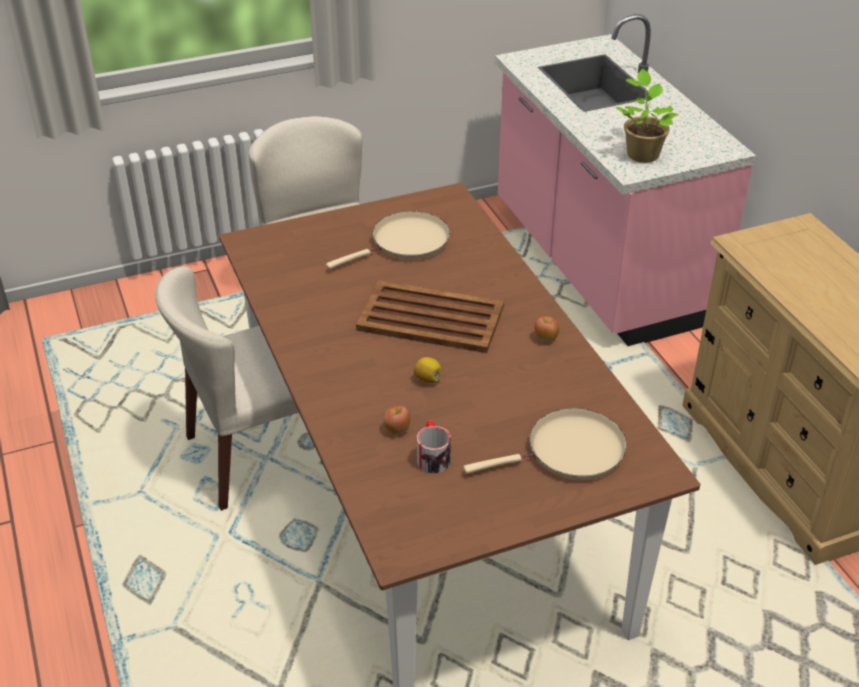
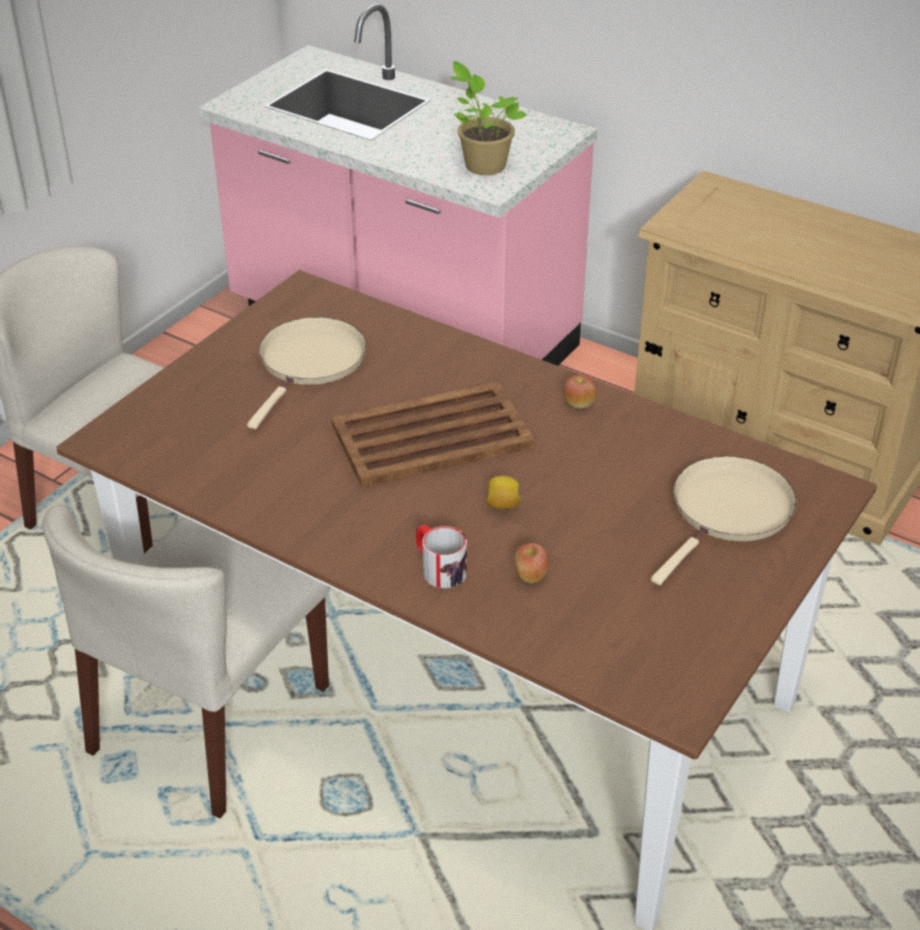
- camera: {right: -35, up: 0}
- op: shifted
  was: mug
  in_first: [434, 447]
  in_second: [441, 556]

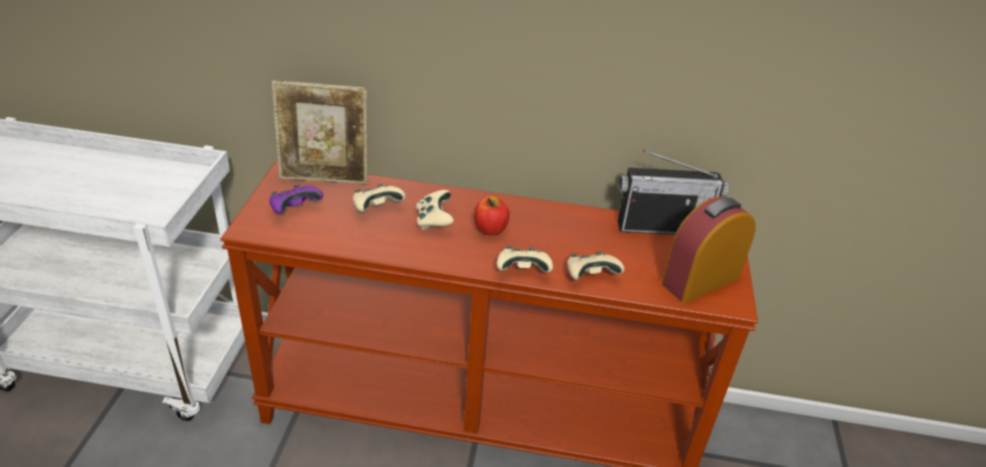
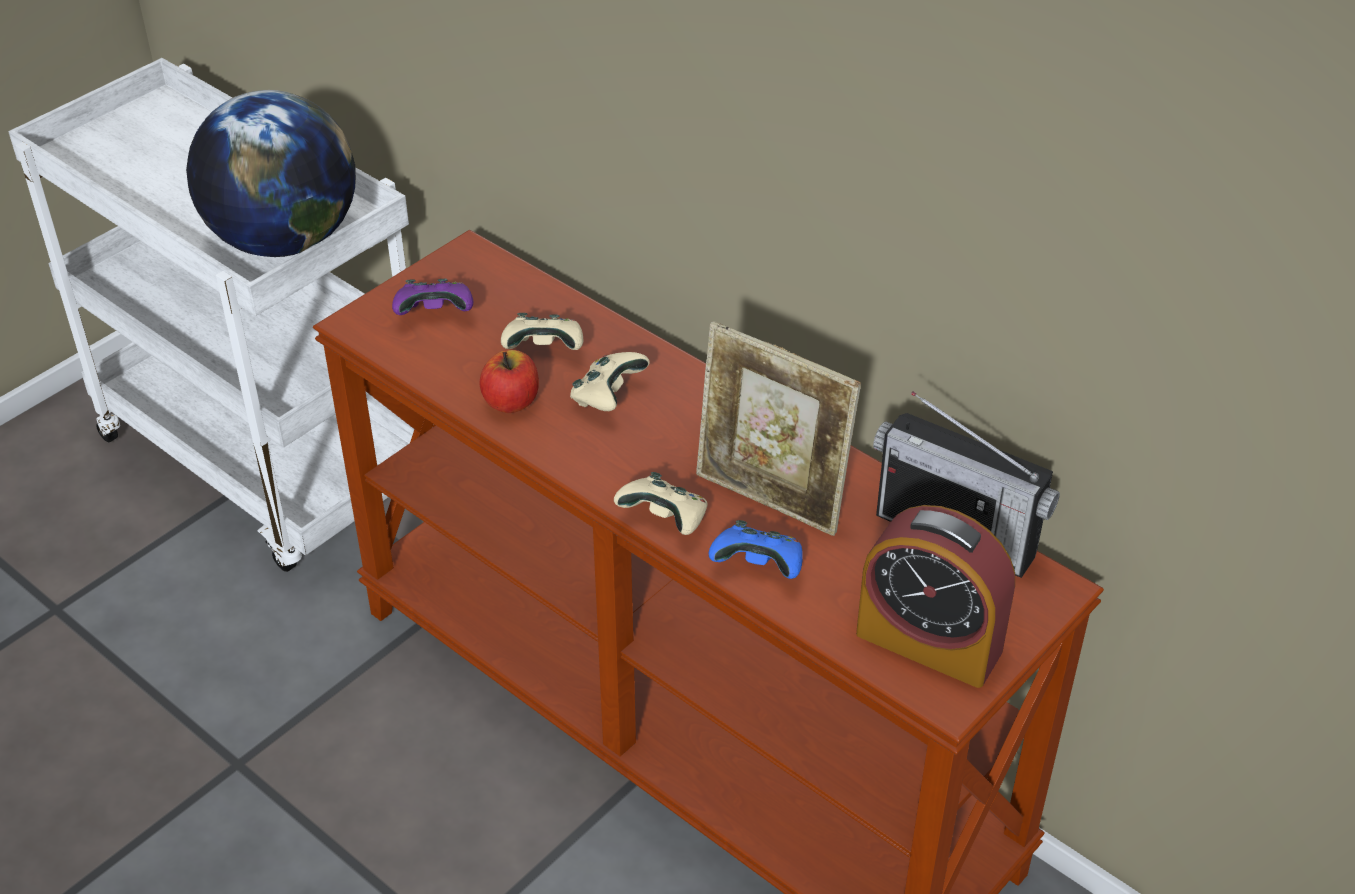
- camera: {right: 35, up: 5}
- op: new
  now: globe
  in_second: [271, 173]
- op: shifted
  was: apple
  in_first: [492, 215]
  in_second: [509, 381]
- op: shifted
  was: picture frame
  in_first: [320, 132]
  in_second: [778, 428]
- op: repainted
  was: game controller (beige)
  now: game controller (blue)
  in_first: [596, 266]
  in_second: [755, 549]
- op: rotated
  was: alarm clock
  in_first: [709, 249]
  in_second: [935, 596]
  clockwise: -150

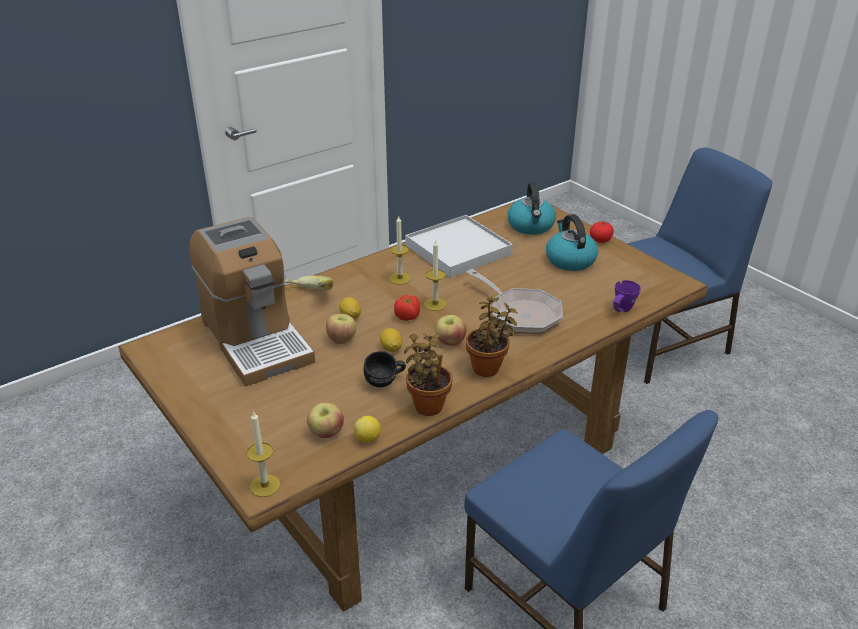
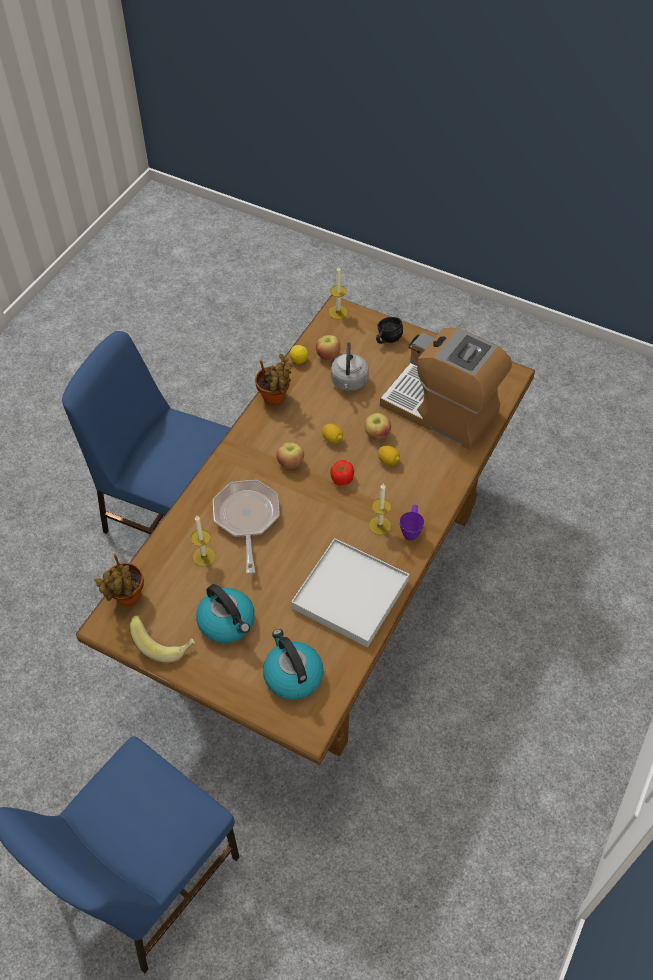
- camera: {right: 155, up: 20}
- op: shifted
  was: potted plant
  in_first: [492, 336]
  in_second: [119, 580]
- op: shifted
  was: banana
  in_first: [309, 283]
  in_second: [162, 639]
- op: shifted
  was: candle
  in_first: [435, 275]
  in_second: [203, 540]
- op: rotated
  was: frying pan
  in_first: [514, 301]
  in_second: [246, 527]
  clockwise: 60
- op: new
  now: kettle (grey)
  in_second: [350, 366]
- op: shifted
  was: mug (black)
  in_first: [384, 369]
  in_second: [389, 330]
- op: shifted
  was: mug (purple)
  in_first: [627, 296]
  in_second: [412, 523]
- op: gone
  was: tomato
  in_first: [602, 232]

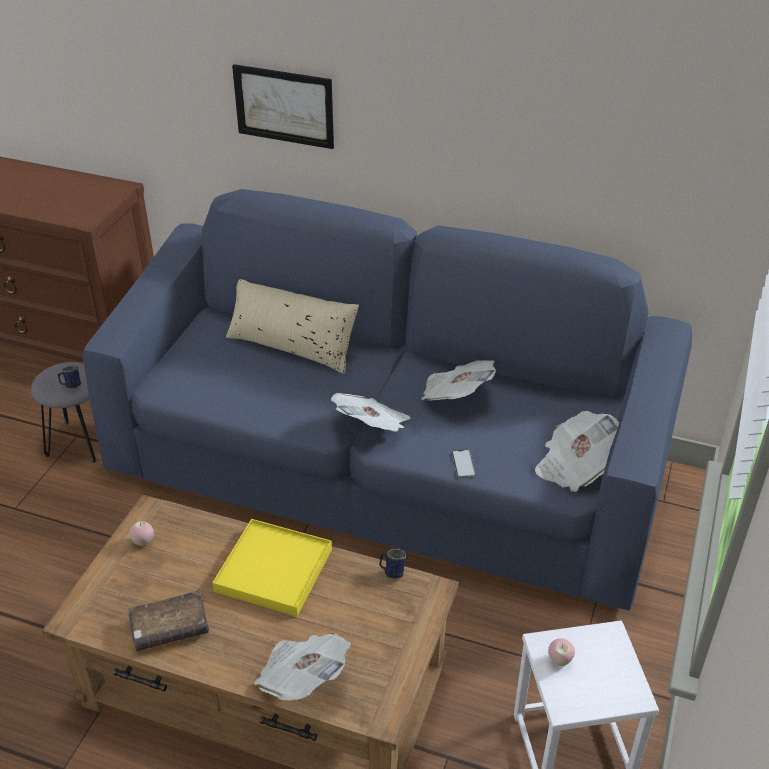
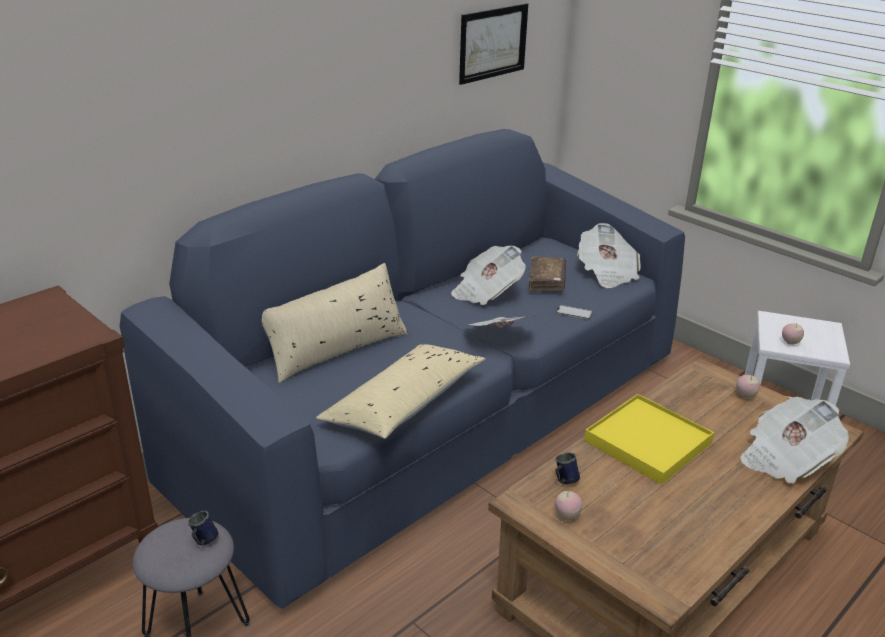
- camera: {right: -65, up: -10}
- op: new
  now: pillow (beige)
  in_second: [401, 391]
- op: shifted
  was: picture
  in_first: [283, 106]
  in_second: [493, 44]
- op: shifted
  was: book (brown)
  in_first: [168, 620]
  in_second: [547, 274]
- op: shifted
  was: mug (blue)
  in_first: [392, 564]
  in_second: [567, 468]
- op: new
  now: apple
  in_second: [748, 386]

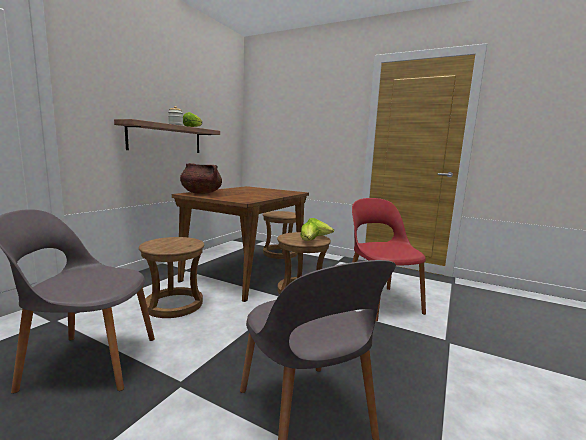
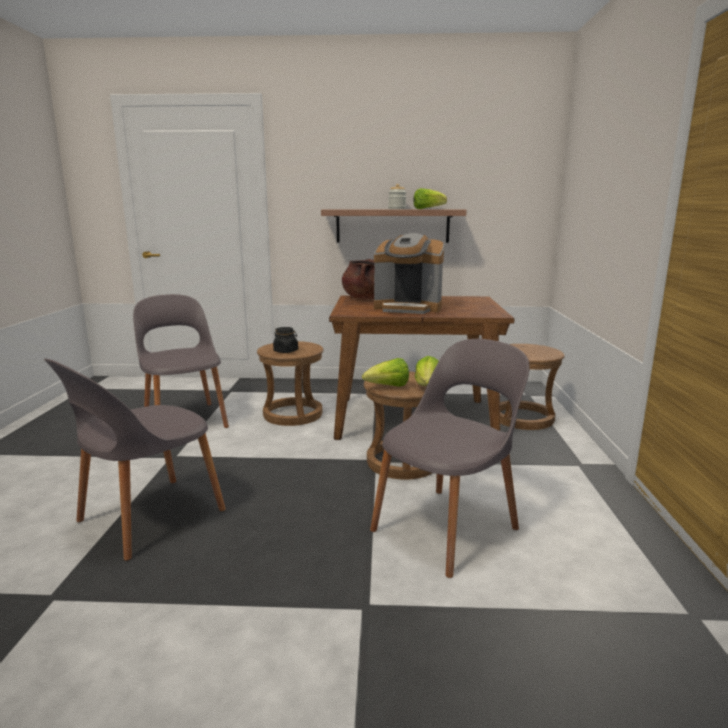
- camera: {right: 65, up: 5}
- op: new
  now: jar (black)
  in_second: [285, 340]
- op: repainted
  was: chair (red)
  now: chair (grey)
  in_first: [389, 259]
  in_second: [450, 458]
- op: new
  now: coffee machine
  in_second: [409, 273]

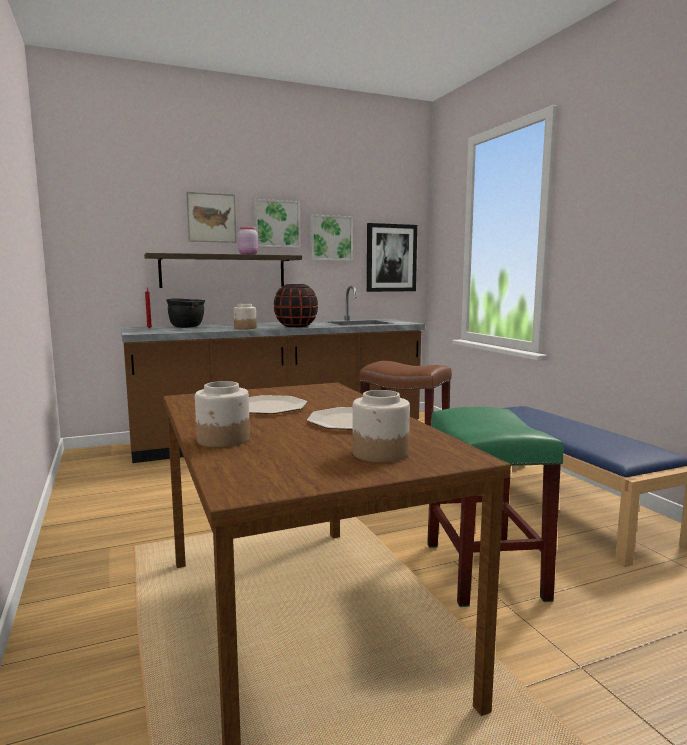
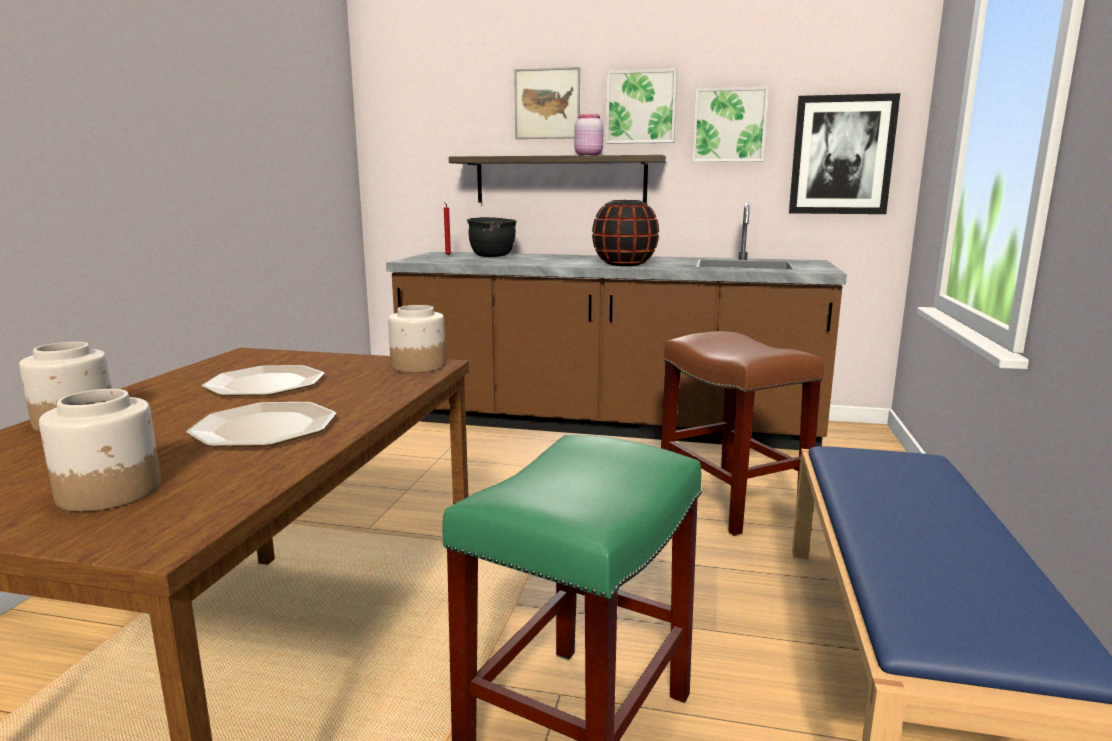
- camera: {right: 35, up: 5}
- op: shifted
  was: jar
  in_first: [245, 316]
  in_second: [417, 339]

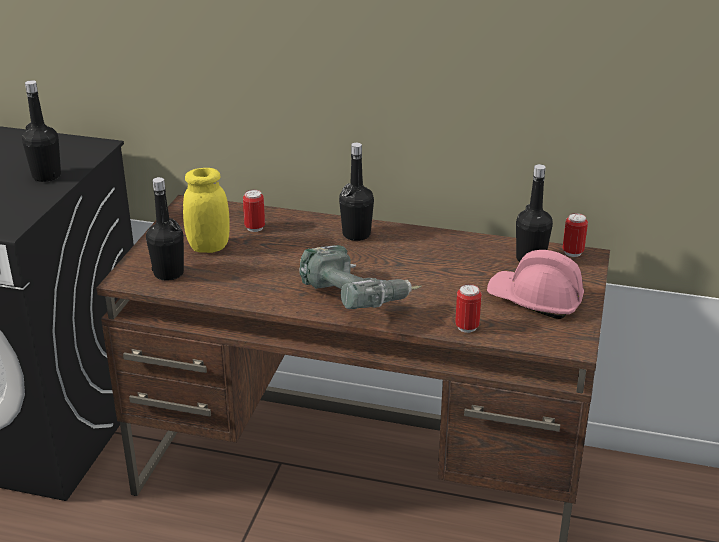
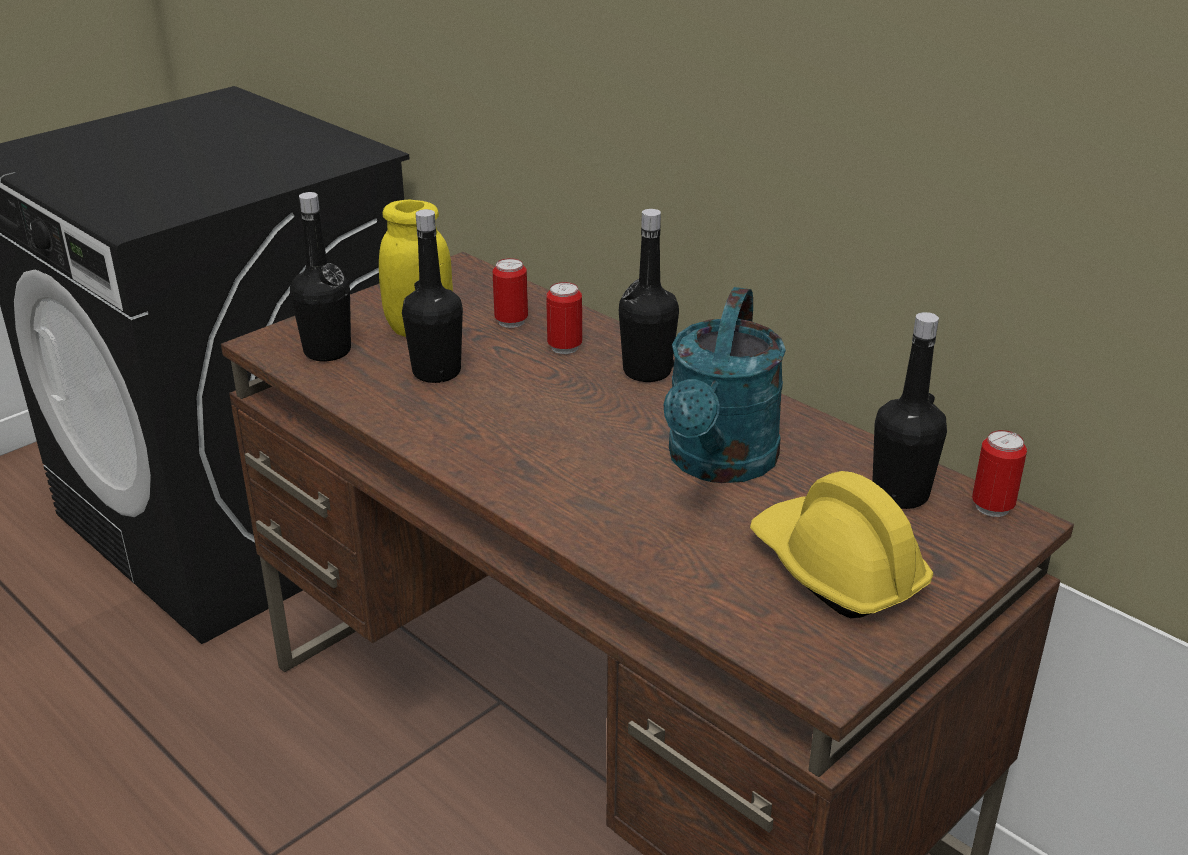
- camera: {right: 30, up: 0}
- op: shifted
  was: bottle (black)
  in_first: [41, 131]
  in_second: [432, 296]
- op: shifted
  was: can
  in_first: [468, 308]
  in_second: [564, 318]
- op: new
  now: watering can (turquoise)
  in_second: [724, 385]
- op: repainted
  was: hard hat (pink)
  now: hard hat (yellow)
  in_first: [535, 284]
  in_second: [841, 544]
- op: gone
  was: power drill
  in_first: [360, 277]

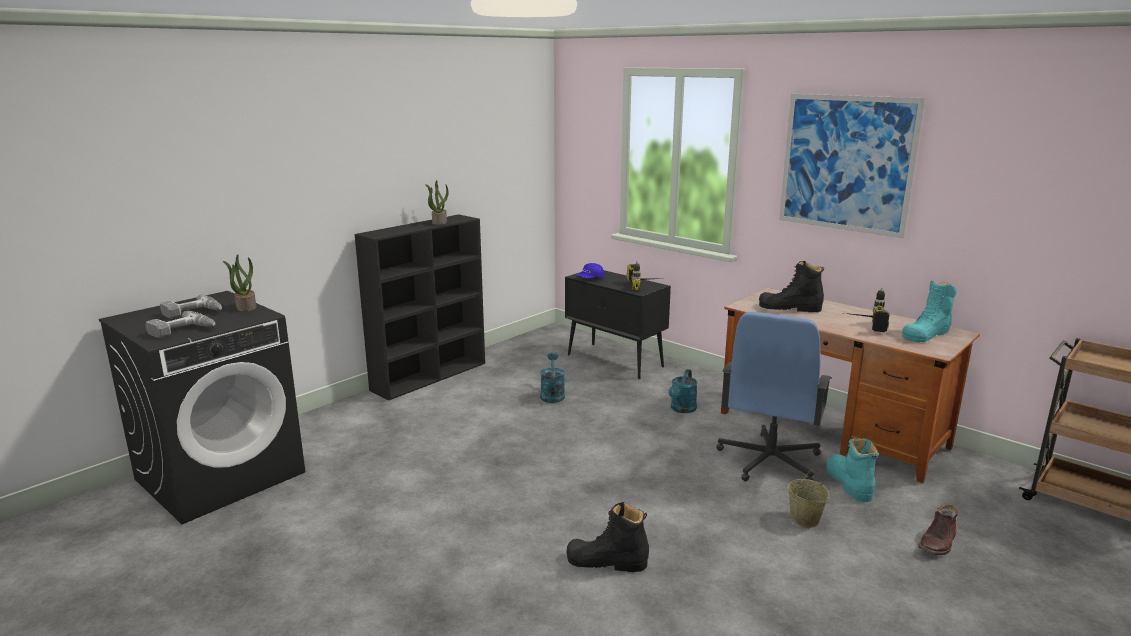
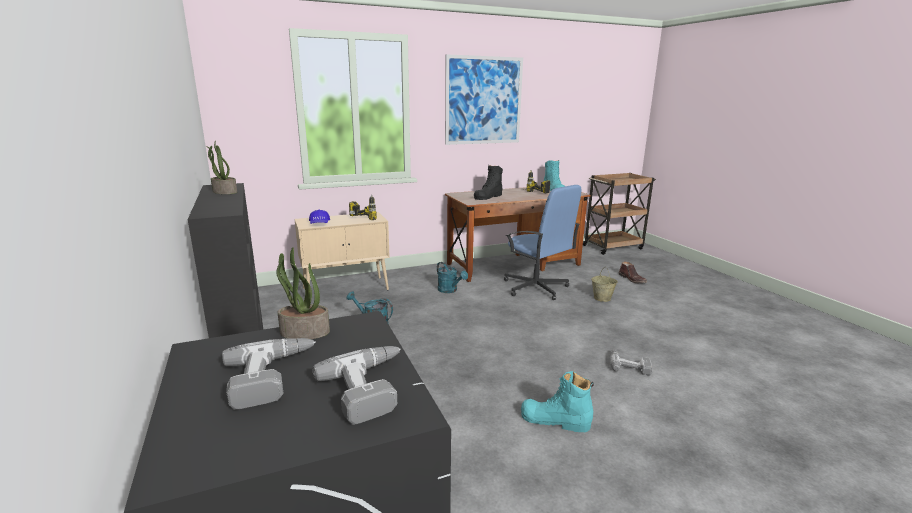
- camera: {right: -65, up: 0}
- op: repainted
  was: cabinet (black)
  now: cabinet (beige)
  in_first: [618, 324]
  in_second: [342, 251]
- op: shifted
  was: boot (turquoise)
  in_first: [852, 470]
  in_second: [557, 401]
- op: swapped
  was: boot (black)
  now: power drill
  in_first: [607, 537]
  in_second: [631, 362]

